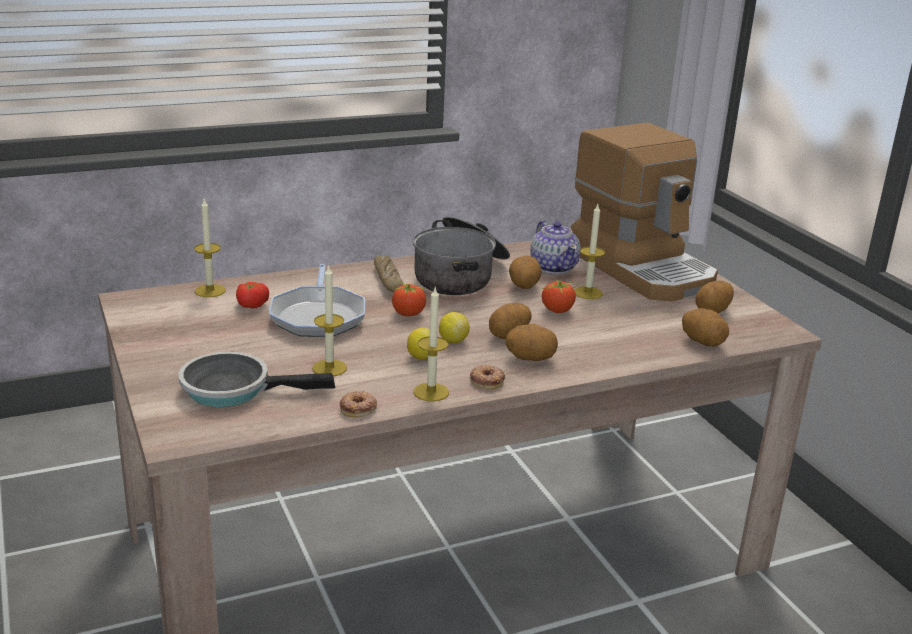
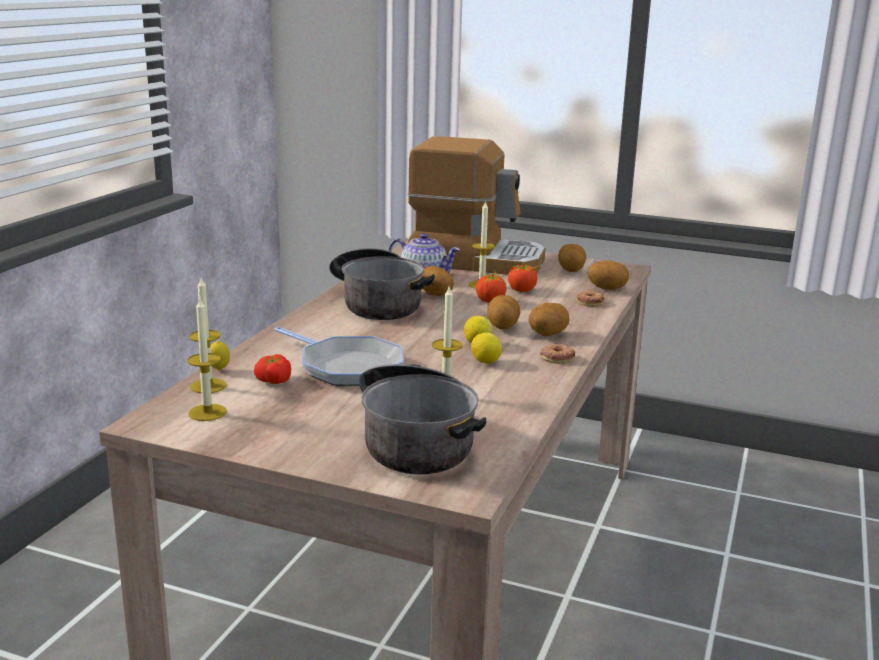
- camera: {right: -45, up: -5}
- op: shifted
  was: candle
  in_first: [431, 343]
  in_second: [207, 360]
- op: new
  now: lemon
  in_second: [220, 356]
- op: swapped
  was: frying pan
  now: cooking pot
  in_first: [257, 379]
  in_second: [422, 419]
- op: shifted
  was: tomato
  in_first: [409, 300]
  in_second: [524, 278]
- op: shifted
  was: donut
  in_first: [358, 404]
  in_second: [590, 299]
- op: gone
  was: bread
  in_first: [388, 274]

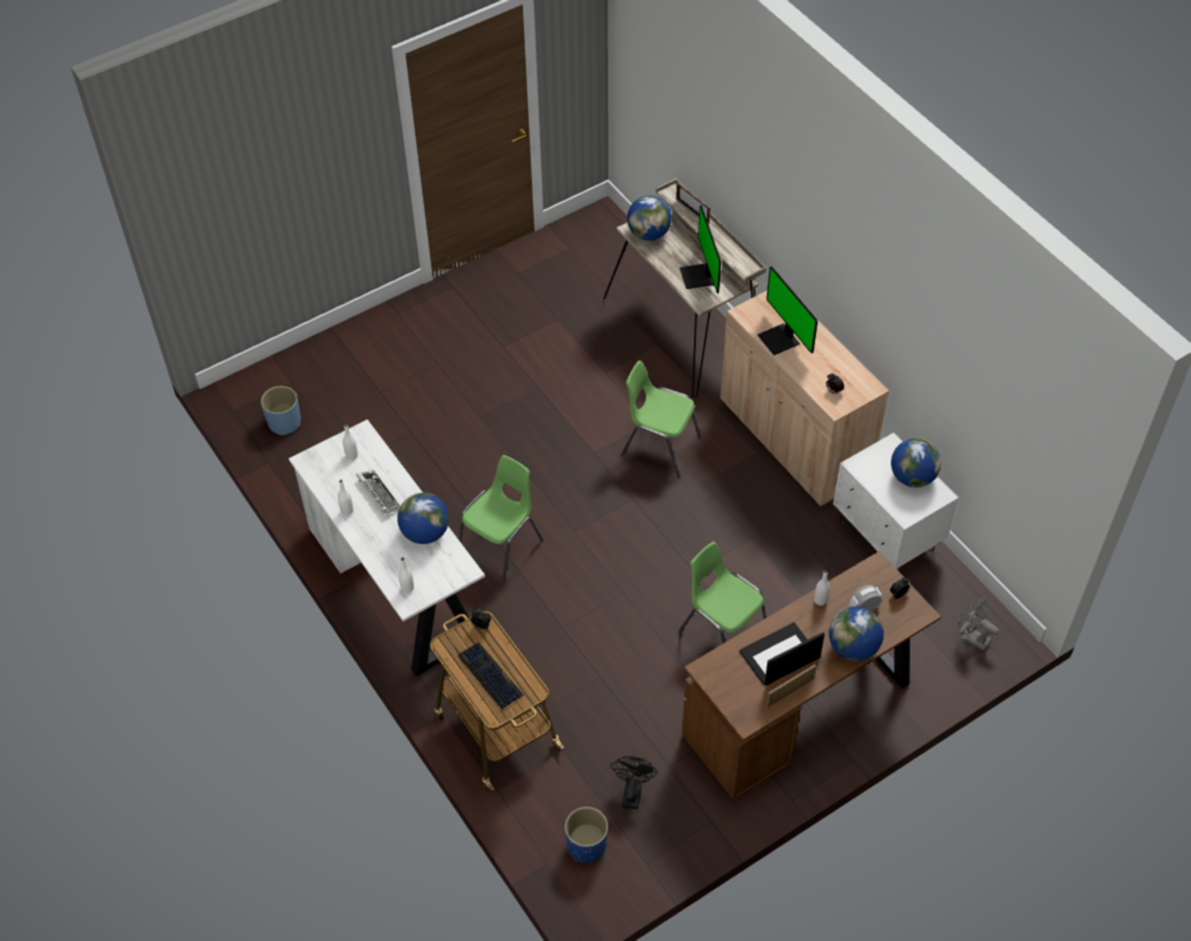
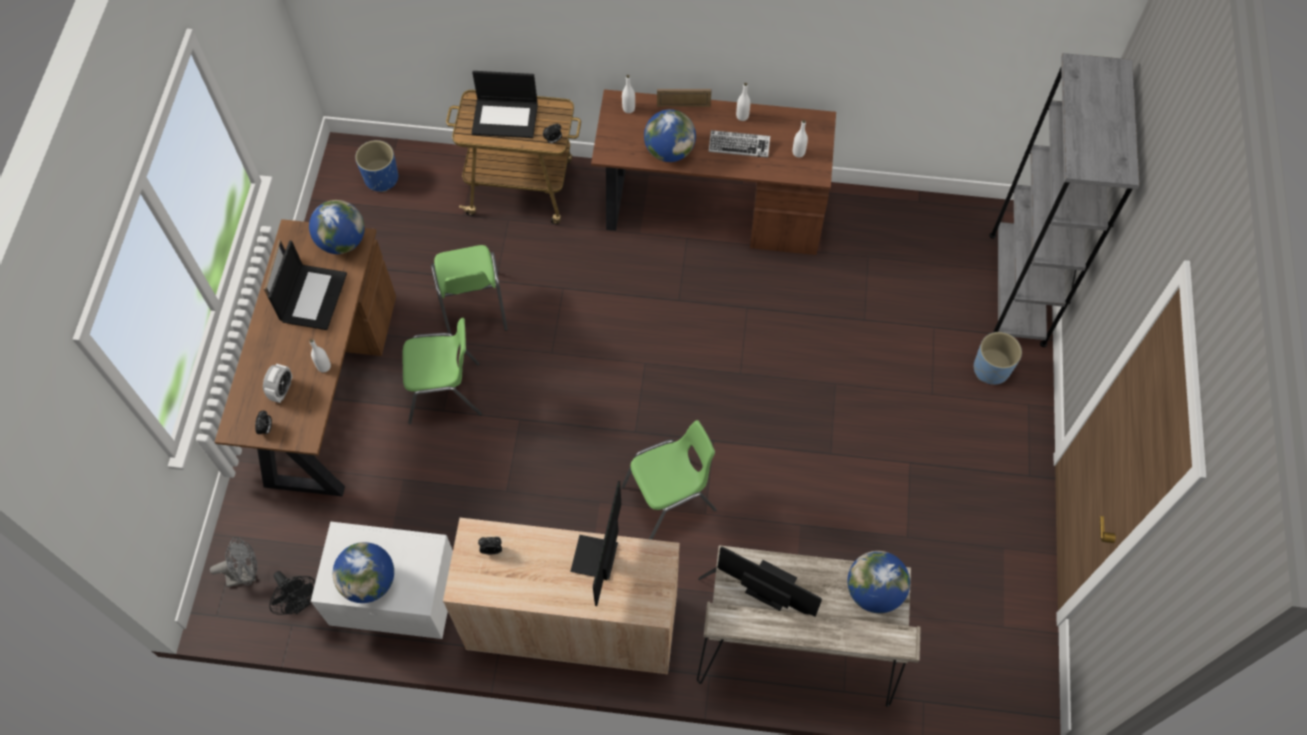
- camera: {right: 130, up: 10}
- op: shifted
  was: fan (black)
  in_first: [634, 782]
  in_second: [292, 593]
- op: shifted
  was: globe
  in_first: [856, 633]
  in_second: [337, 227]
- op: shifted
  was: chair (green)
  in_first: [501, 520]
  in_second: [469, 289]
- op: swapped
  was: keyboard
  now: laptop
  in_first: [491, 676]
  in_second: [505, 104]
- op: rotated
  was: monitor
  in_first: [787, 310]
  in_second: [595, 543]
  clockwise: -90
- op: repainted
  was: desk (white)
  now: desk (brown)
  in_first: [387, 547]
  in_second: [713, 172]
- op: shifted
  was: picture frame
  in_first: [693, 203]
  in_second: [684, 98]
- op: shifted
  was: planter (blue)
  in_first: [281, 410]
  in_second: [998, 358]
- op: new
  now: bookcase (grey)
  in_second: [1064, 200]

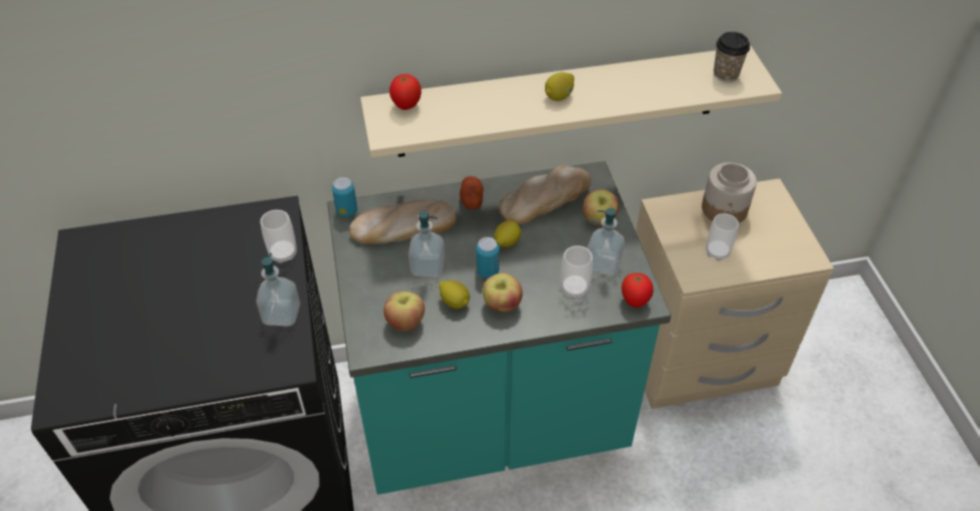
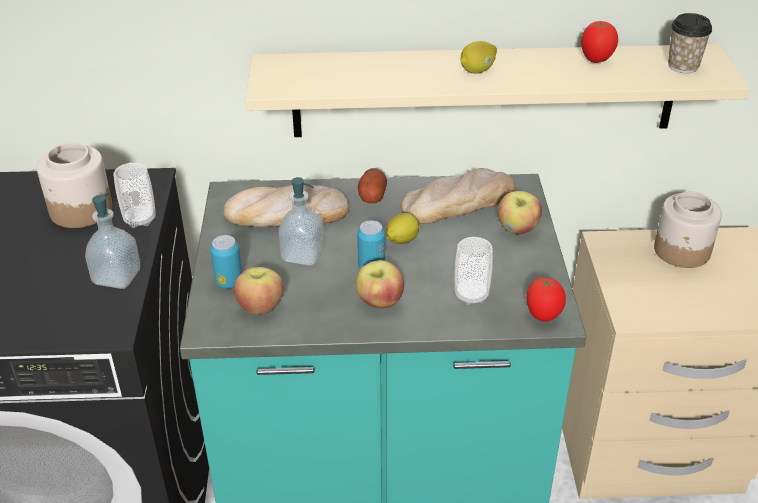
- camera: {right: 10, up: -10}
- op: new
  now: jar
  in_second: [74, 185]
- op: shifted
  was: can
  in_first: [344, 197]
  in_second: [226, 261]
- op: shifted
  was: tomato
  in_first: [405, 92]
  in_second: [599, 42]
- op: gone
  was: lemon
  in_first: [454, 294]
- op: gone
  was: soap dispenser
  in_first: [606, 242]
- op: gone
  was: cup
  in_first: [722, 237]

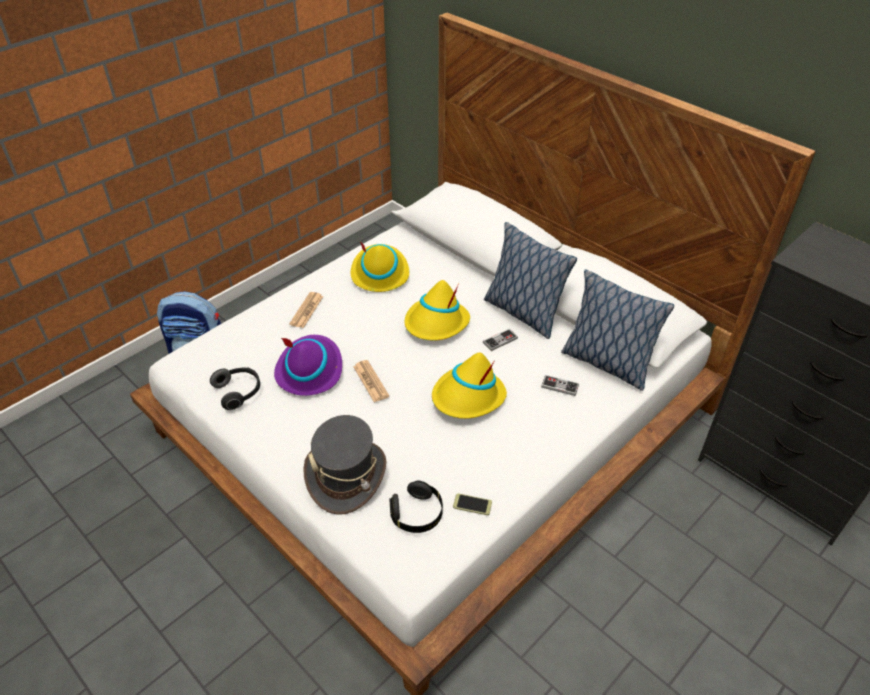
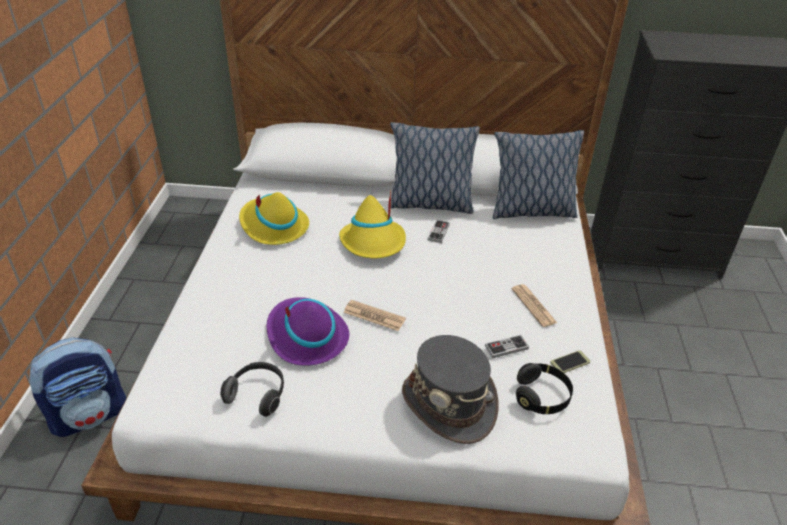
- camera: {right: -40, up: -5}
- op: shifted
  was: game controller
  in_first: [560, 385]
  in_second: [507, 346]
- op: shifted
  was: newspaper
  in_first: [306, 310]
  in_second: [534, 305]
- op: gone
  was: hat (yellow)
  in_first: [469, 386]

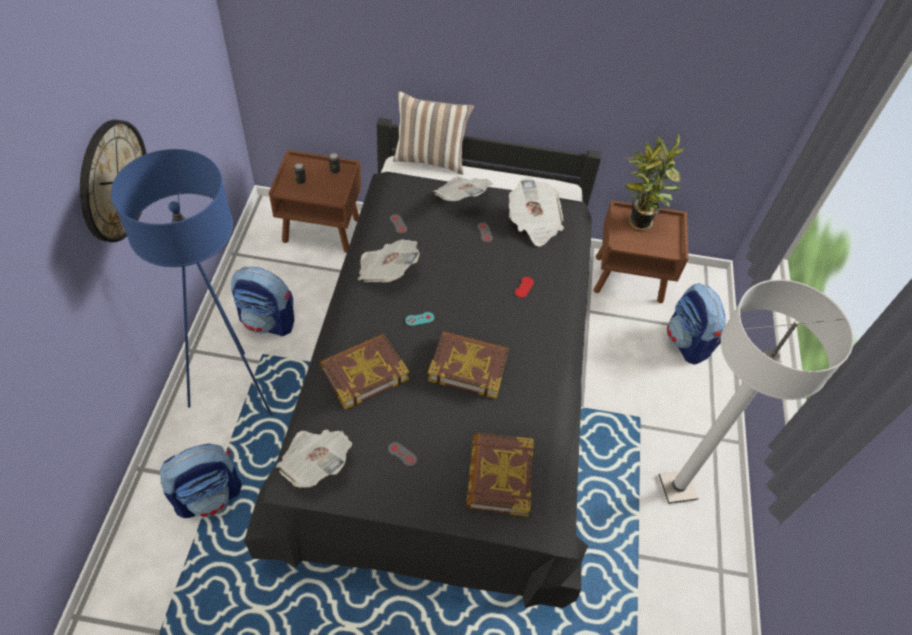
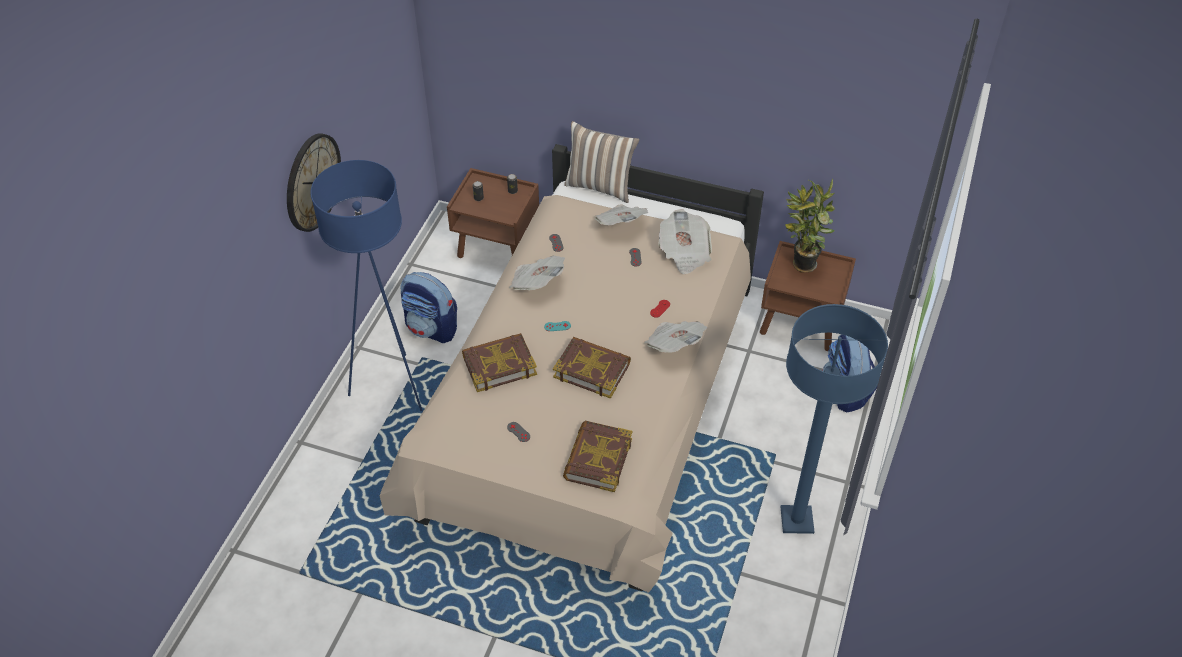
- camera: {right: 15, up: -5}
- op: repainted
  was: bed (black)
  now: bed (beige)
  in_first: [422, 363]
  in_second: [572, 368]
- op: shifted
  was: newspaper
  in_first: [314, 458]
  in_second: [675, 337]
- op: repainted
  was: floor lamp (white)
  now: floor lamp (blue)
  in_first: [756, 391]
  in_second: [834, 419]
- op: gone
  was: backpack
  in_first: [201, 481]

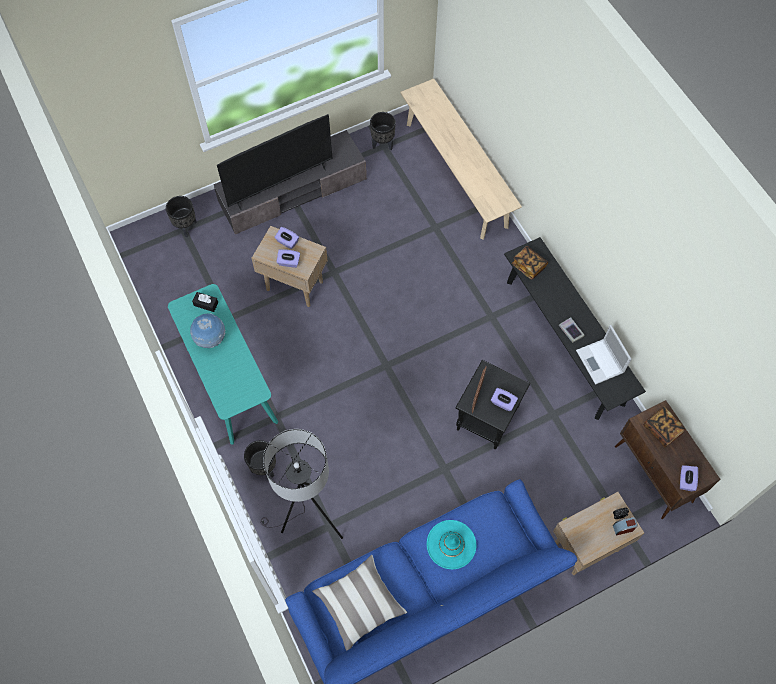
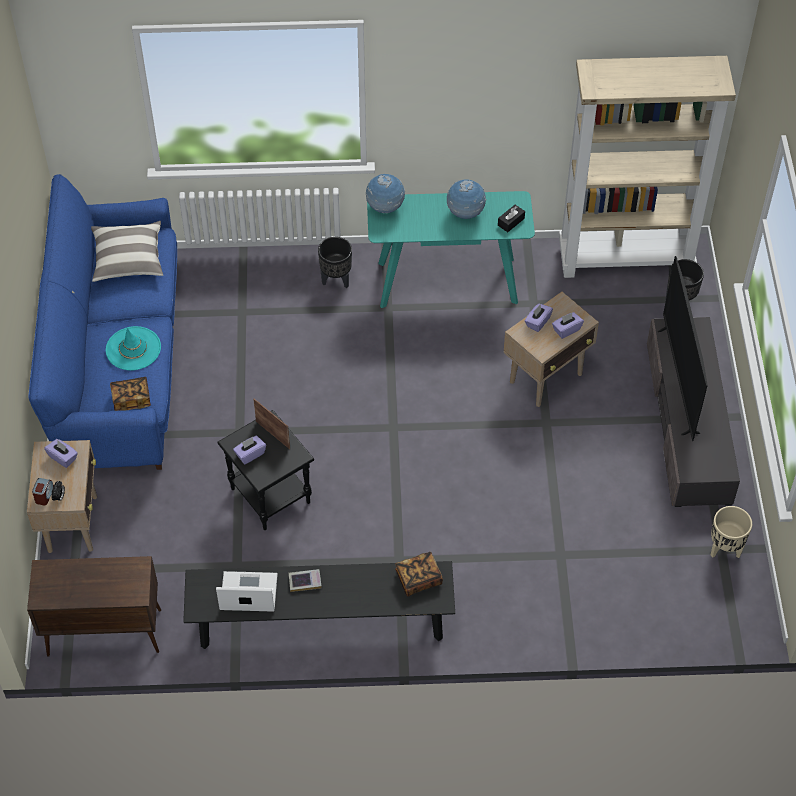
- camera: {right: 115, up: -10}
- op: shifted
  was: tissue box (purple)
  in_first: [689, 478]
  in_second: [61, 453]
- op: shifted
  was: book
  in_first: [665, 426]
  in_second: [130, 394]
- op: new
  now: globe
  in_second: [385, 193]
- op: new
  now: bookcase (beige)
  in_second: [647, 167]
- op: repainted
  was: planter (black)
  now: planter (beige)
  in_first: [383, 131]
  in_second: [731, 532]
- op: gone
  was: floor lamp (grey)
  in_first: [301, 484]
- op: gone
  was: bench (beige)
  in_first: [461, 159]

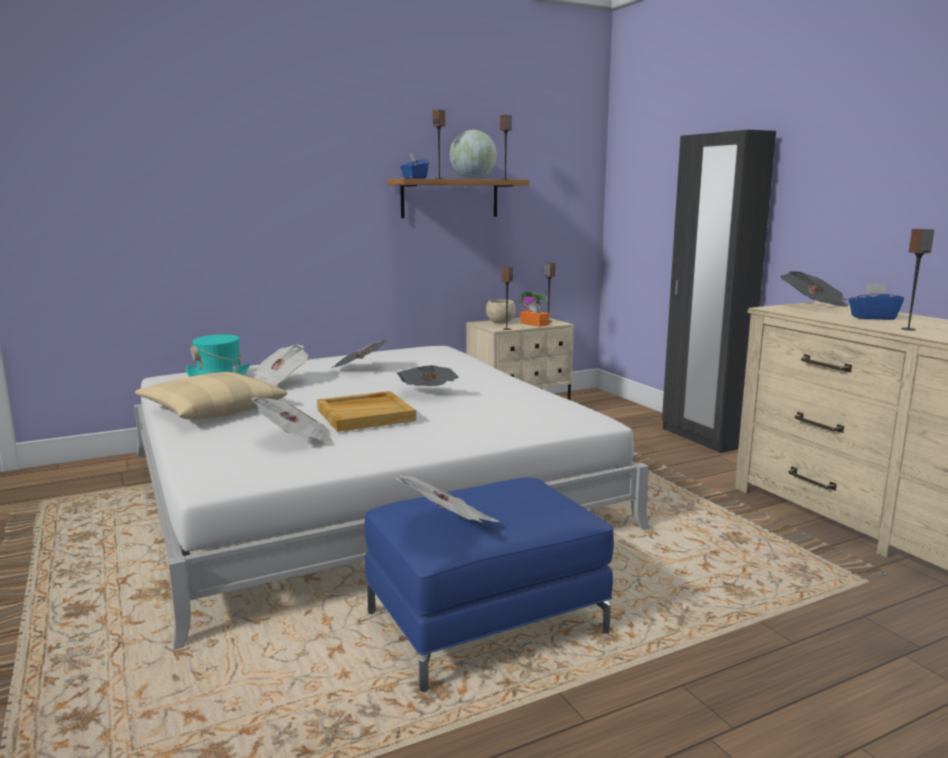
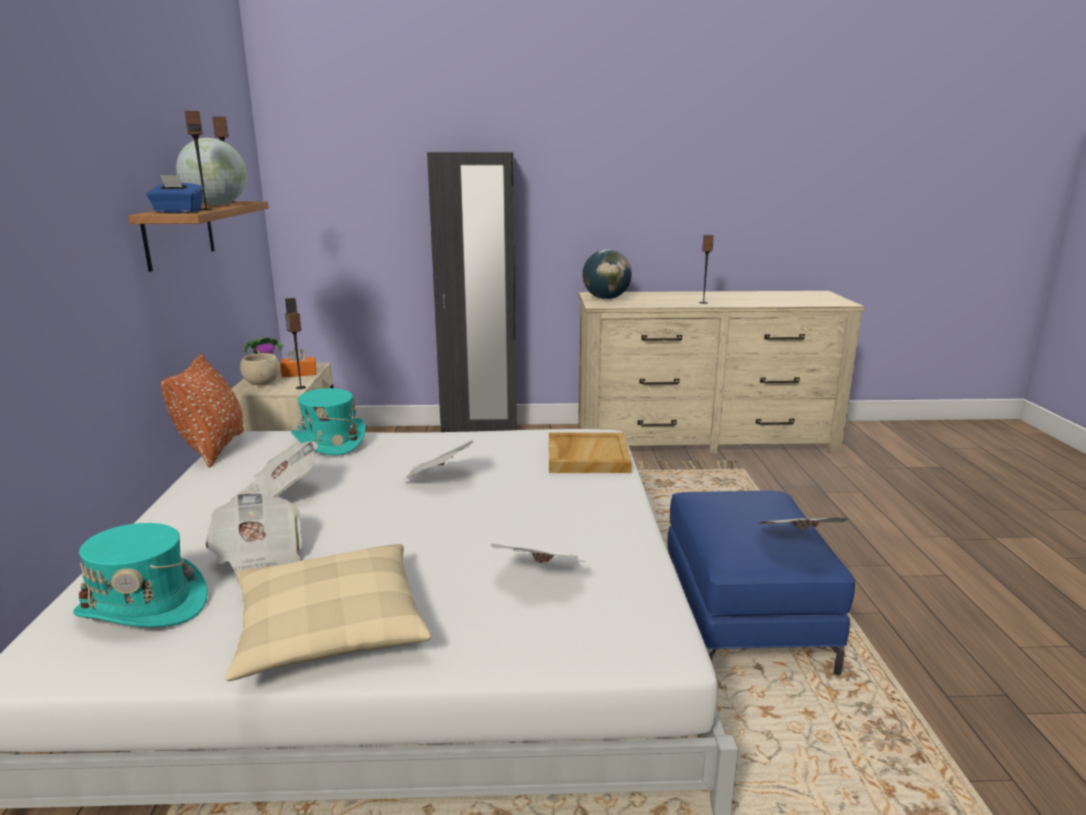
- camera: {right: -65, up: 5}
- op: new
  now: pillow (orange)
  in_second: [202, 411]
- op: new
  now: hat (turquoise)
  in_second: [328, 421]
- op: shifted
  was: tray (beige)
  in_first: [366, 411]
  in_second: [590, 452]
- op: swapped
  was: newspaper
  now: globe
  in_first: [814, 288]
  in_second: [607, 274]
- op: gone
  was: tissue box (blue)
  in_first: [876, 302]

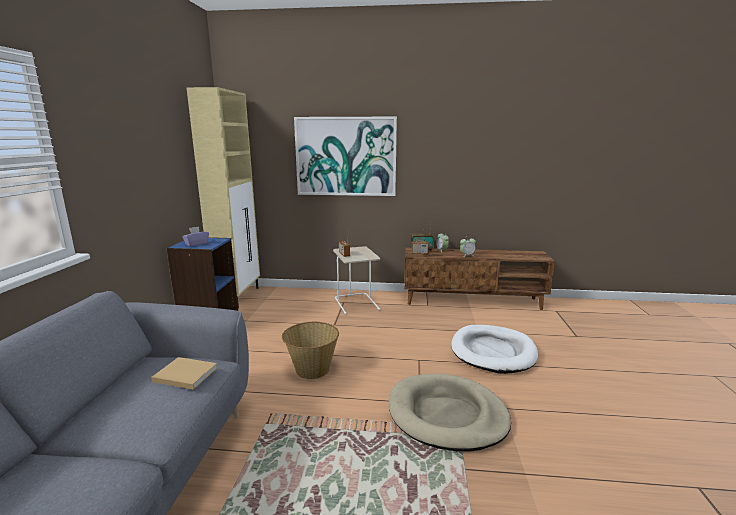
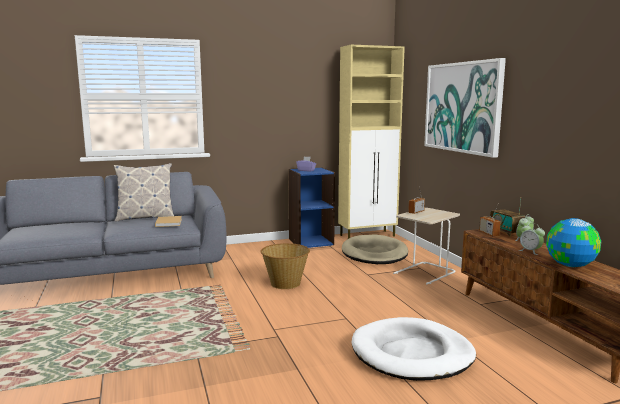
- camera: {right: 65, up: -5}
- op: new
  now: pillow
  in_second: [144, 192]
- op: shifted
  was: dog bed (beige)
  in_first: [450, 413]
  in_second: [375, 249]
- op: new
  now: globe
  in_second: [573, 242]

